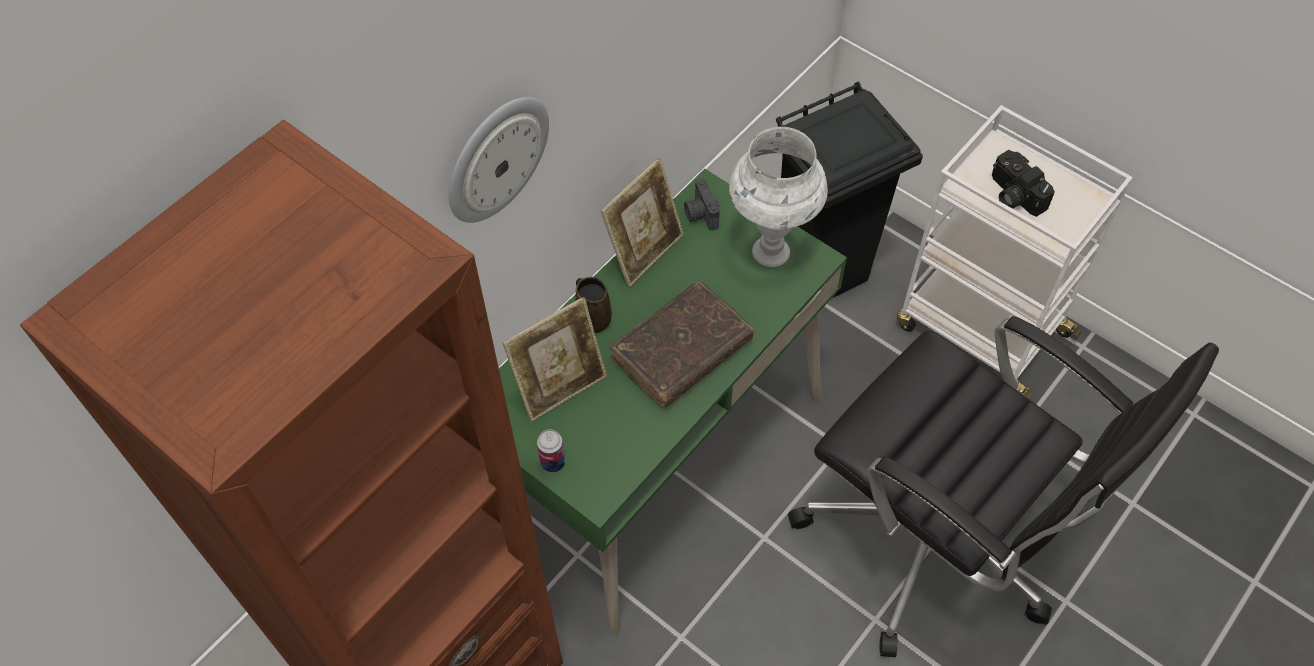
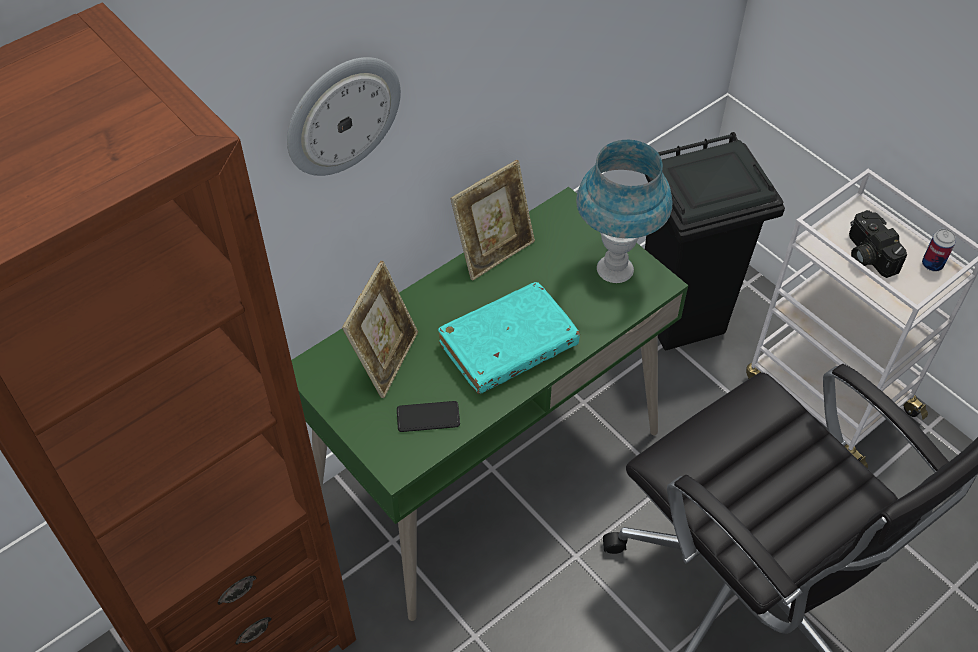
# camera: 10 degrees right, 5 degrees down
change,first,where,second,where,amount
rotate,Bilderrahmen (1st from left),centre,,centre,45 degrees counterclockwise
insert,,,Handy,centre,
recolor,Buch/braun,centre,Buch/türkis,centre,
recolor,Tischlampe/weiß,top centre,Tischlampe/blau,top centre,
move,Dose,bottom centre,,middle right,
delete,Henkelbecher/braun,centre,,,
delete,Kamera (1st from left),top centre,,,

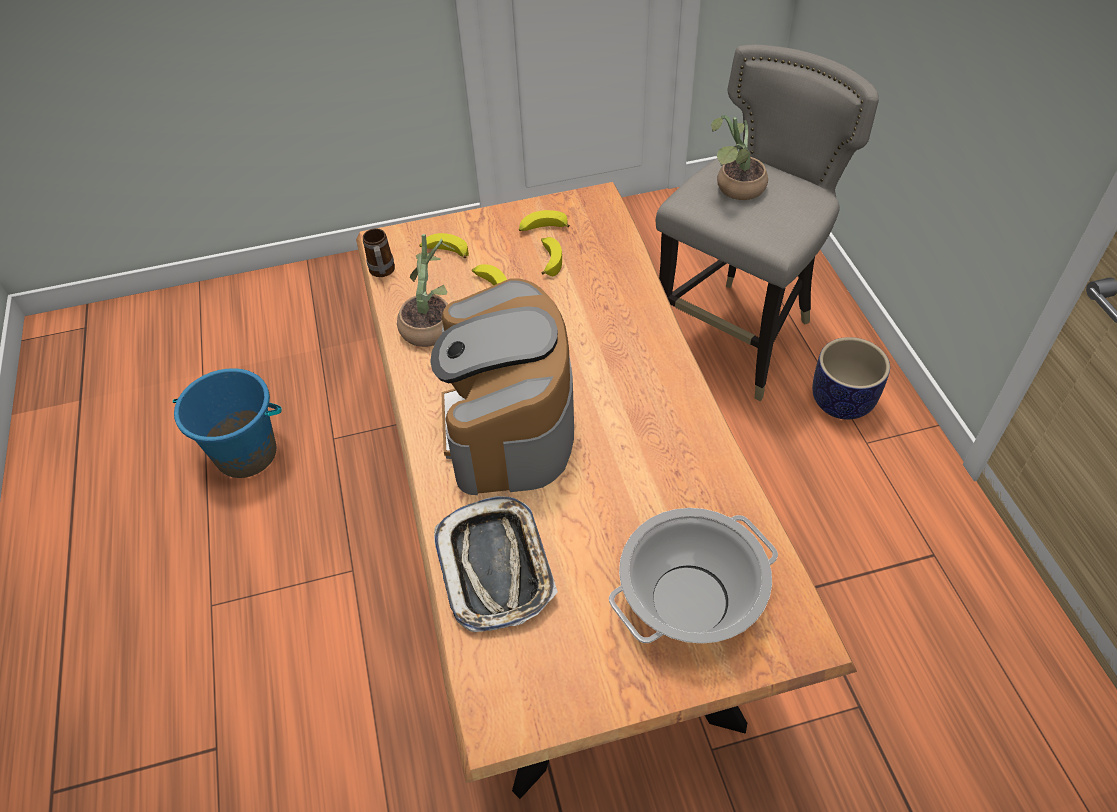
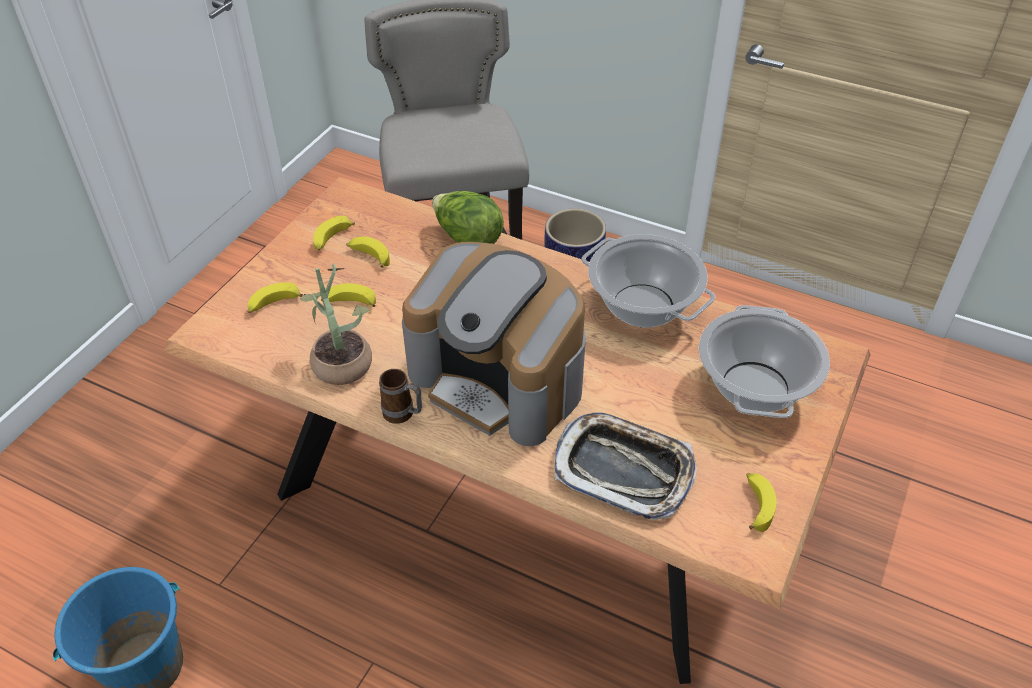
# camera: 50 degrees left, 5 degrees down
change,first,where,second,where,amount
move,Henkelbecher,top centre,,centre,
insert,,,Salatkopf,top centre,
insert,,,Kochtopf (1st from left),centre,
insert,,,Banane (5th from left),bottom right,
delete,Topfpflanze (2nd from left),top centre,,,

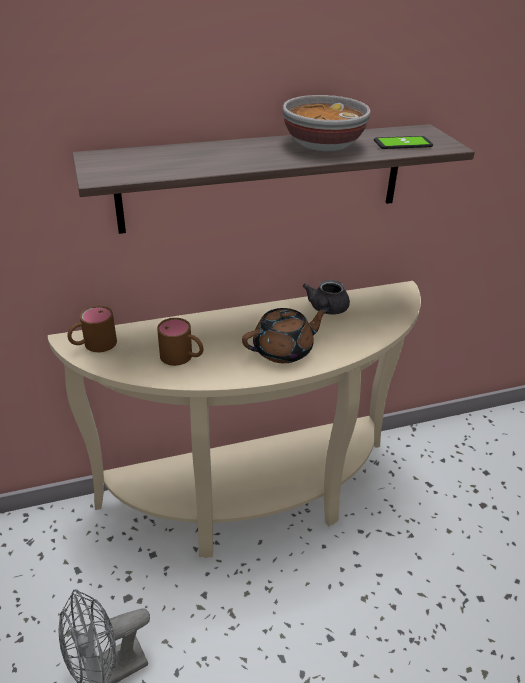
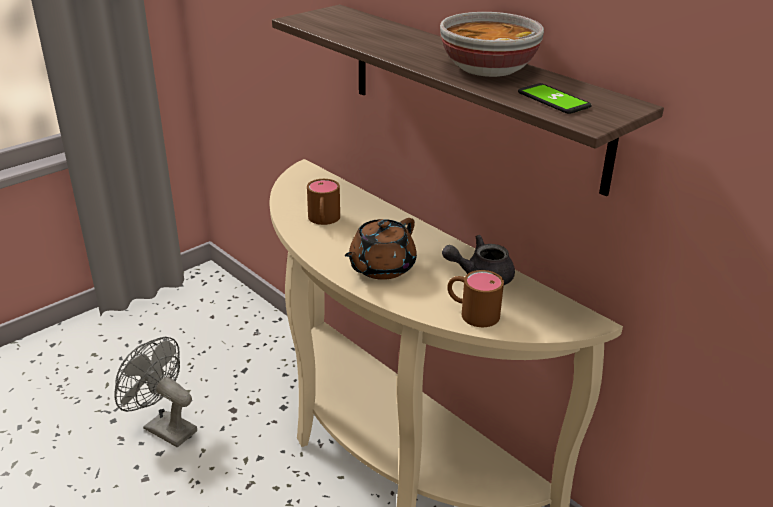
# camera: 65 degrees right, 5 degrees down
change,first,where,second,where,amount
rotate,Teekanne/braun,centre,,centre,90 degrees clockwise
move,Henkelbecher/braun (1st from left in the first image),middle left,Henkelbecher/braun (2nd from left),centre,

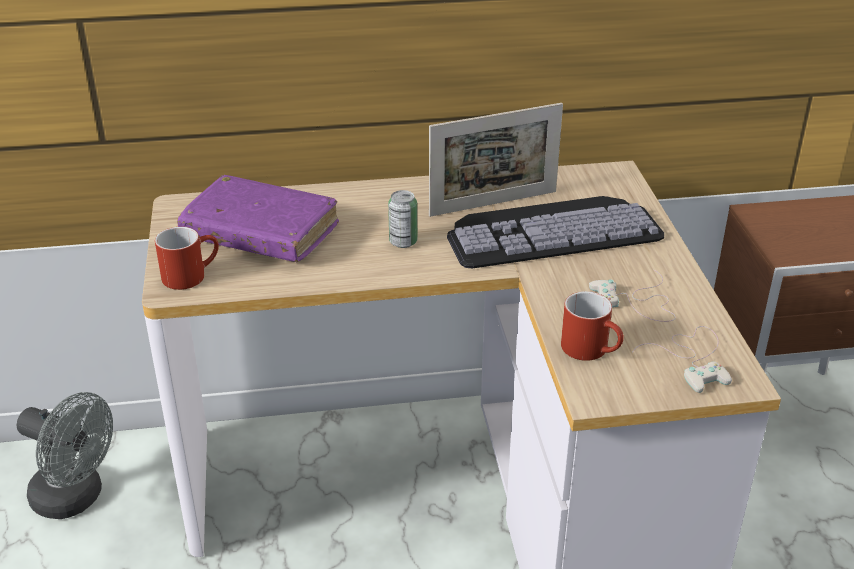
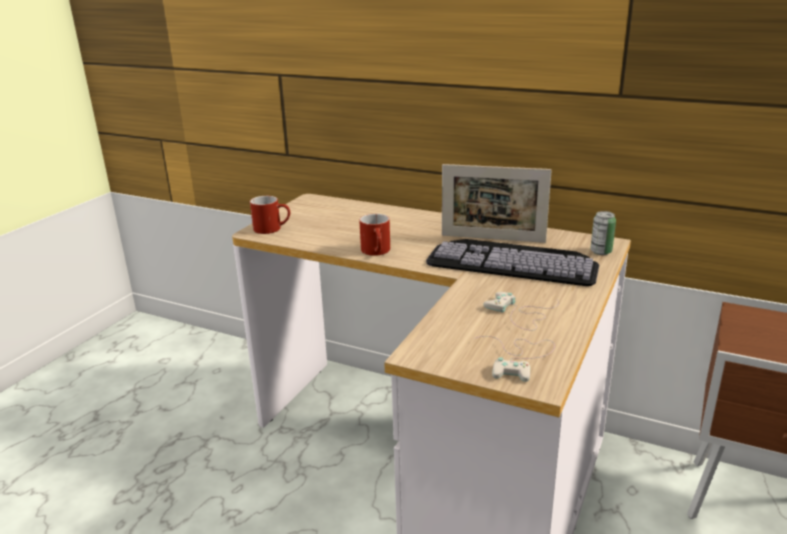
# camera: 35 degrees right, 10 degrees down
change,first,where,second,where,amount
move,Henkelbecher/rot (2nd from left),middle right,,centre,
move,Dose,centre,,middle right,
delete,Ventilator/grau,bottom left,,,
delete,Buch/lila,middle left,,,

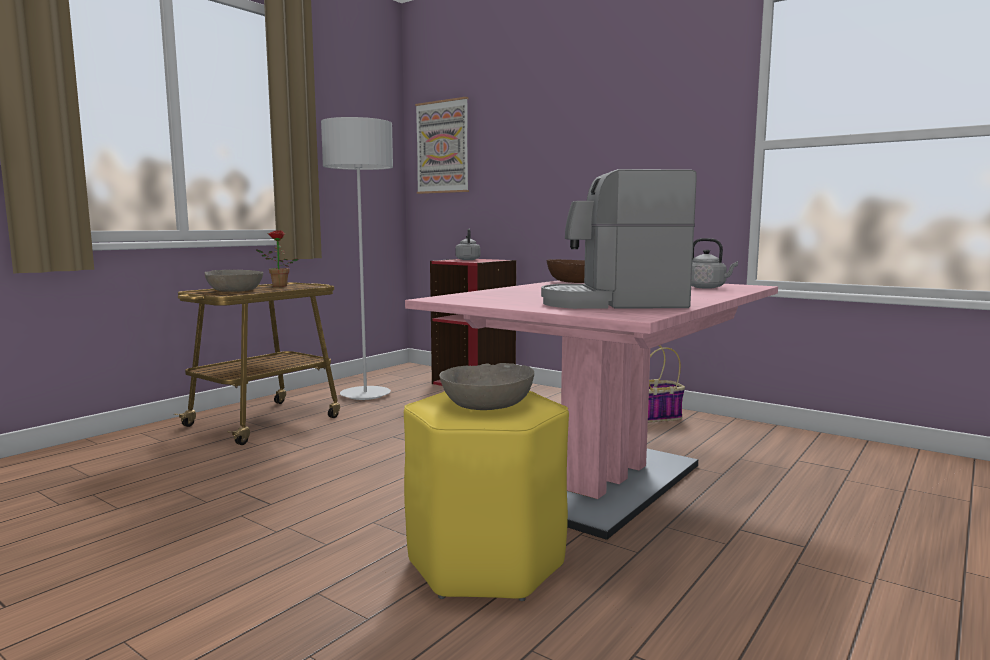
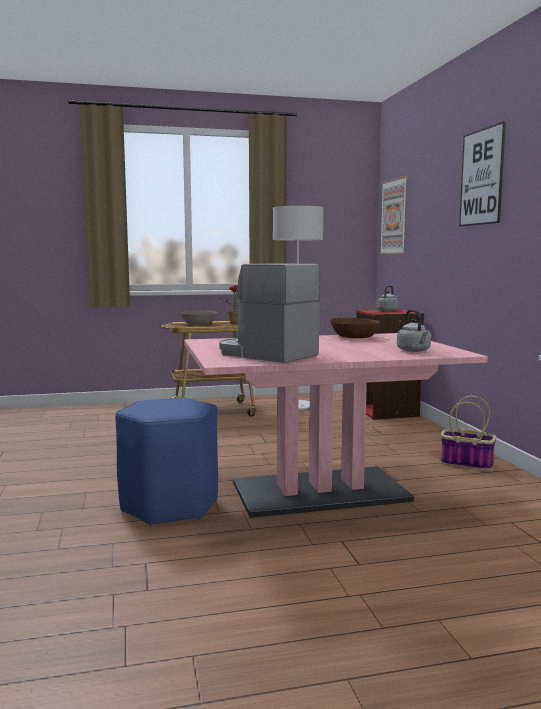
# camera: 40 degrees right, 0 degrees up
change,first,where,second,where,amount
recolor,Hocker/gelb,bottom centre,Hocker/blau,middle left,
insert,,,Bild (2nd from left),top right,
delete,Schüssel/grau (2nd from left),centre,,,

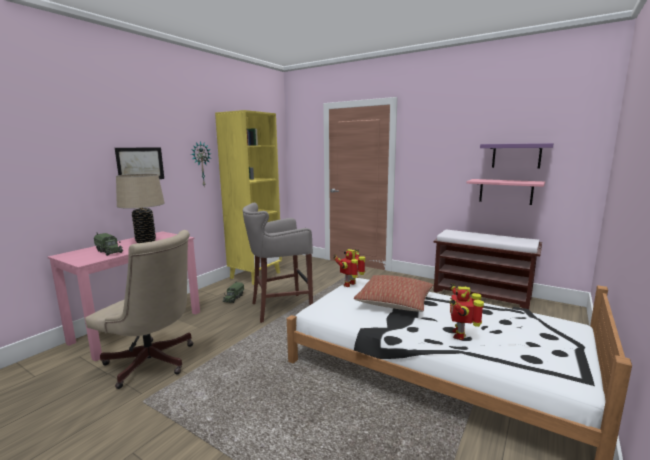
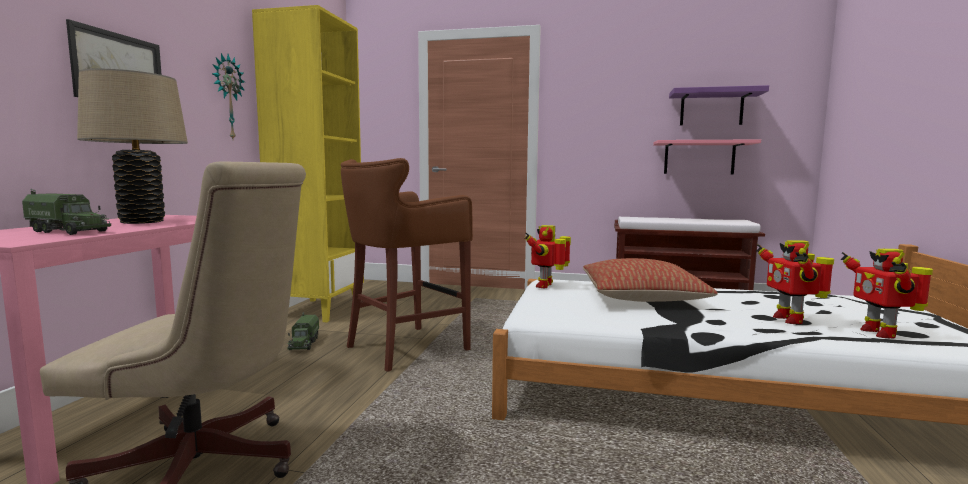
# camera: 20 degrees left, 5 degrees down
change,first,where,second,where,amount
recolor,Hocker/grau,centre,Hocker/braun,centre,
insert,,,Spielzeugroboter (3rd from left),middle right,

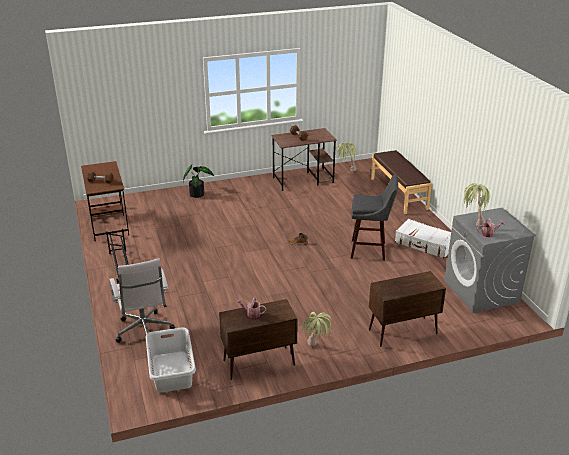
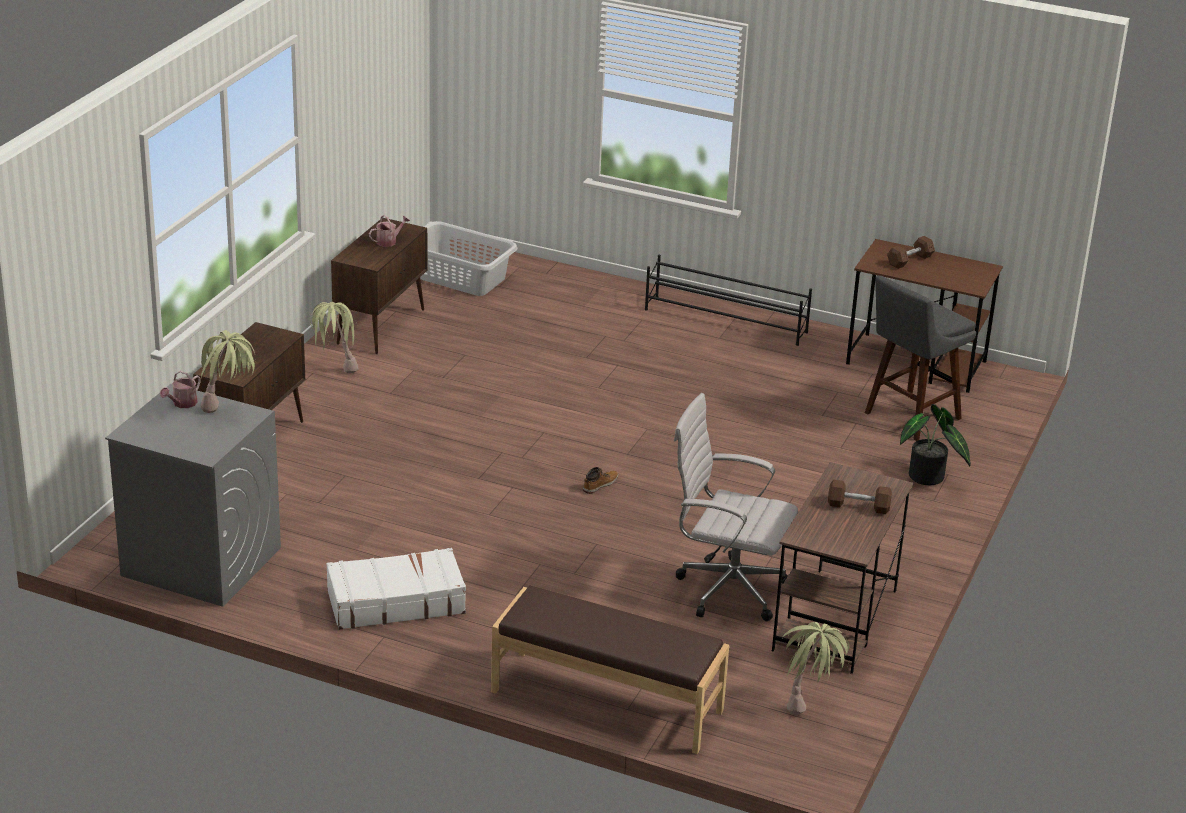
# camera: 130 degrees right, 0 degrees up
change,first,where,second,where,amount
move,Bürostuhl/weiß,middle left,,centre,
move,Hocker/grau,centre,,middle right,

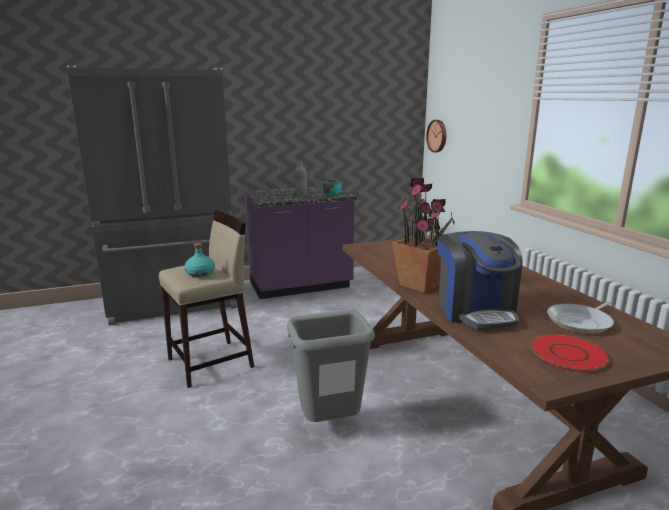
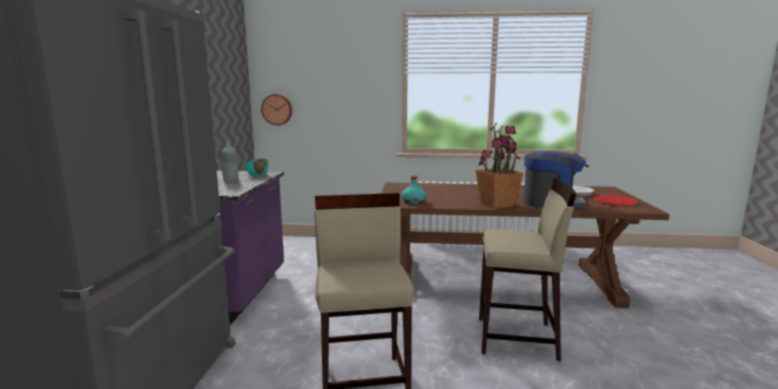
# camera: 65 degrees left, 5 degrees down
change,first,where,second,where,amount
move,Flasche/türkis,middle left,,centre,
replace,Mülleimer/grau,bottom centre,Hocker/beige (2nd from left),bottom right,

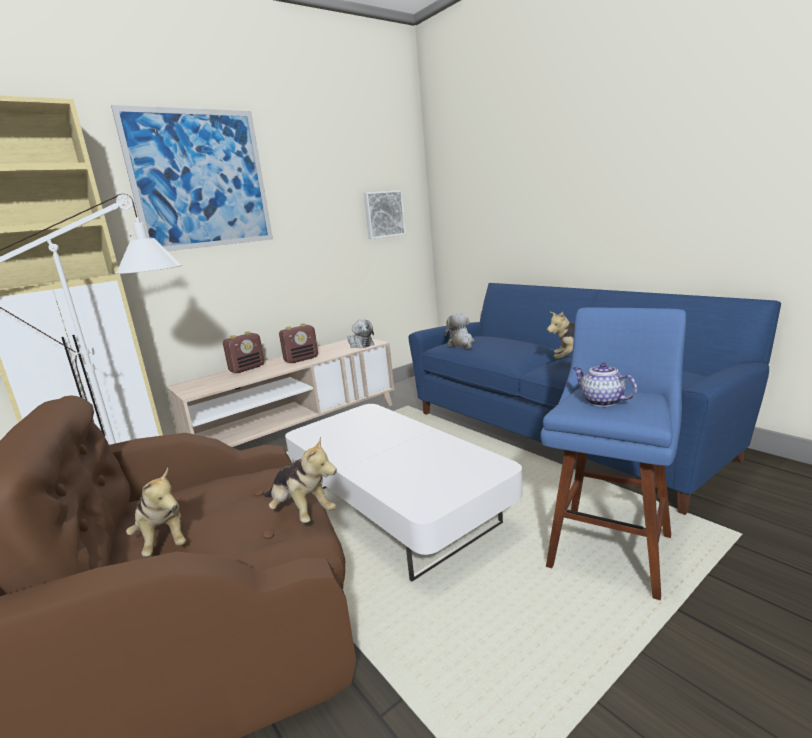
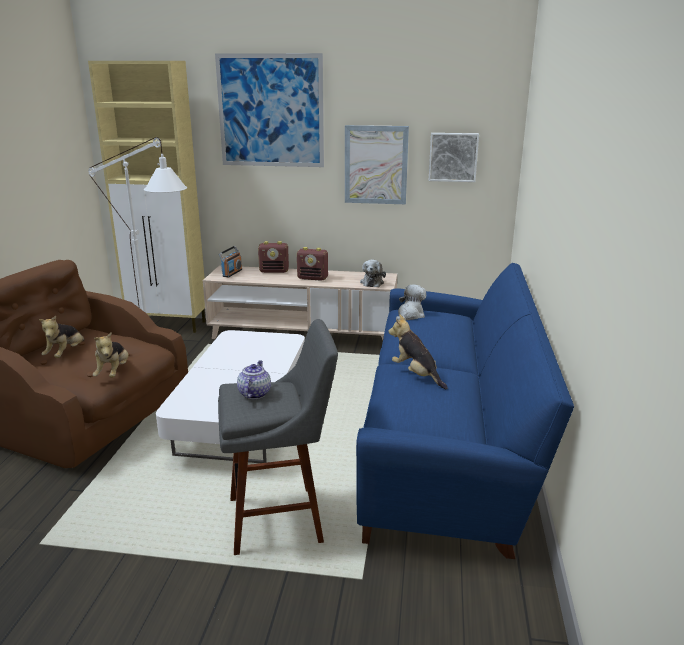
# camera: 45 degrees right, 5 degrees up
change,first,where,second,where,amount
recolor,Hocker/blau,middle right,Hocker/grau,bottom centre,
insert,,,Radio (1st from left),centre,
insert,,,Bild (2nd from left),top centre,

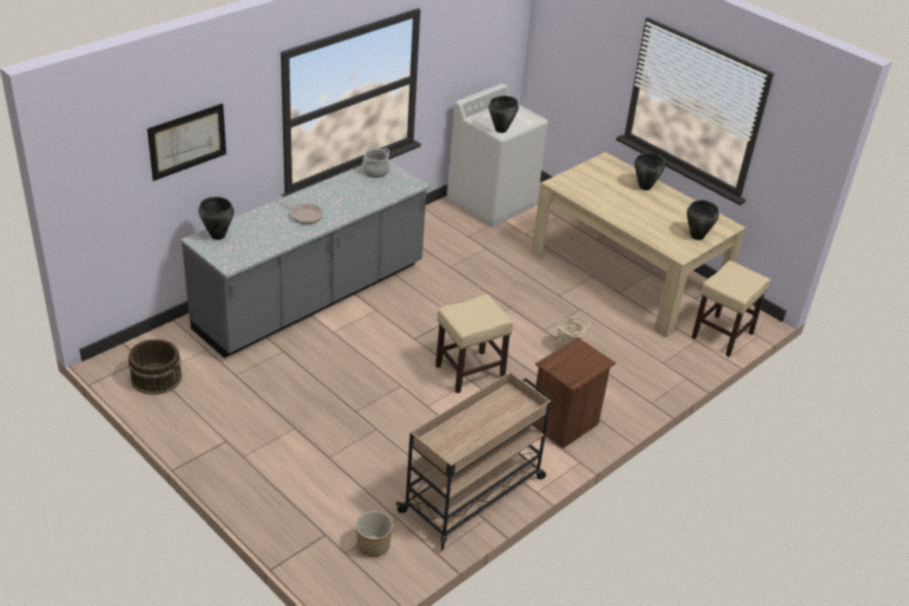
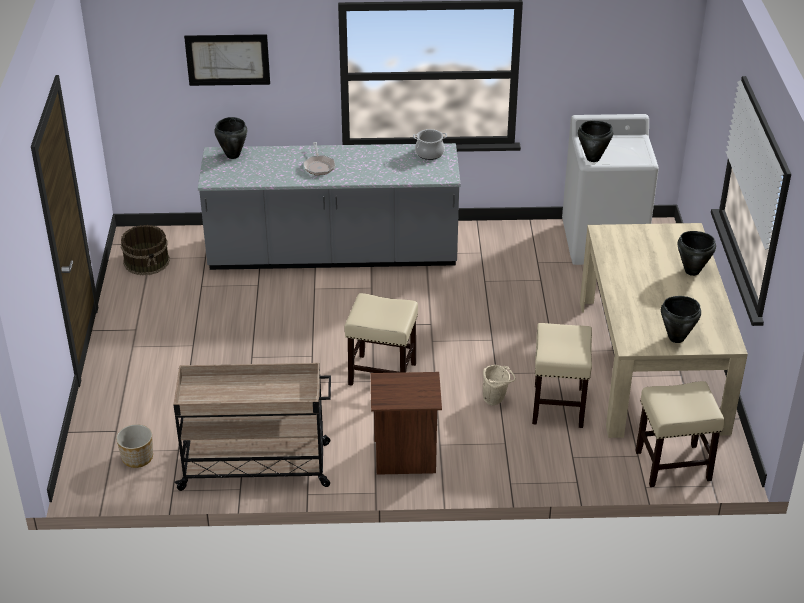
# camera: 45 degrees right, 0 degrees up
change,first,where,second,where,amount
insert,,,Hocker/beige (2nd from left),middle right,

